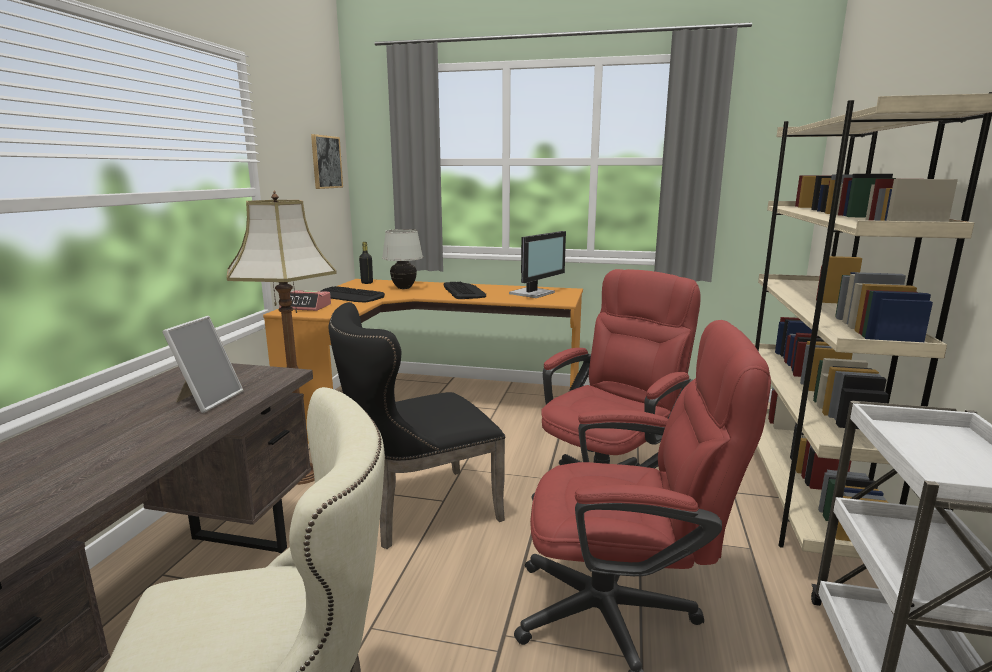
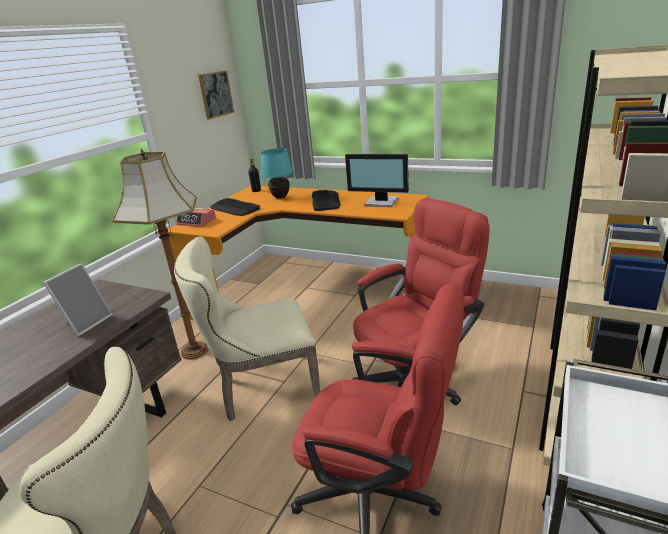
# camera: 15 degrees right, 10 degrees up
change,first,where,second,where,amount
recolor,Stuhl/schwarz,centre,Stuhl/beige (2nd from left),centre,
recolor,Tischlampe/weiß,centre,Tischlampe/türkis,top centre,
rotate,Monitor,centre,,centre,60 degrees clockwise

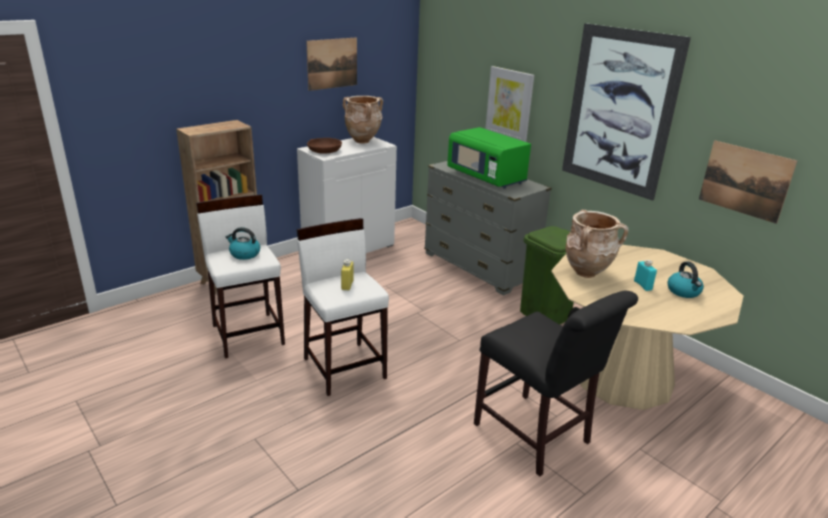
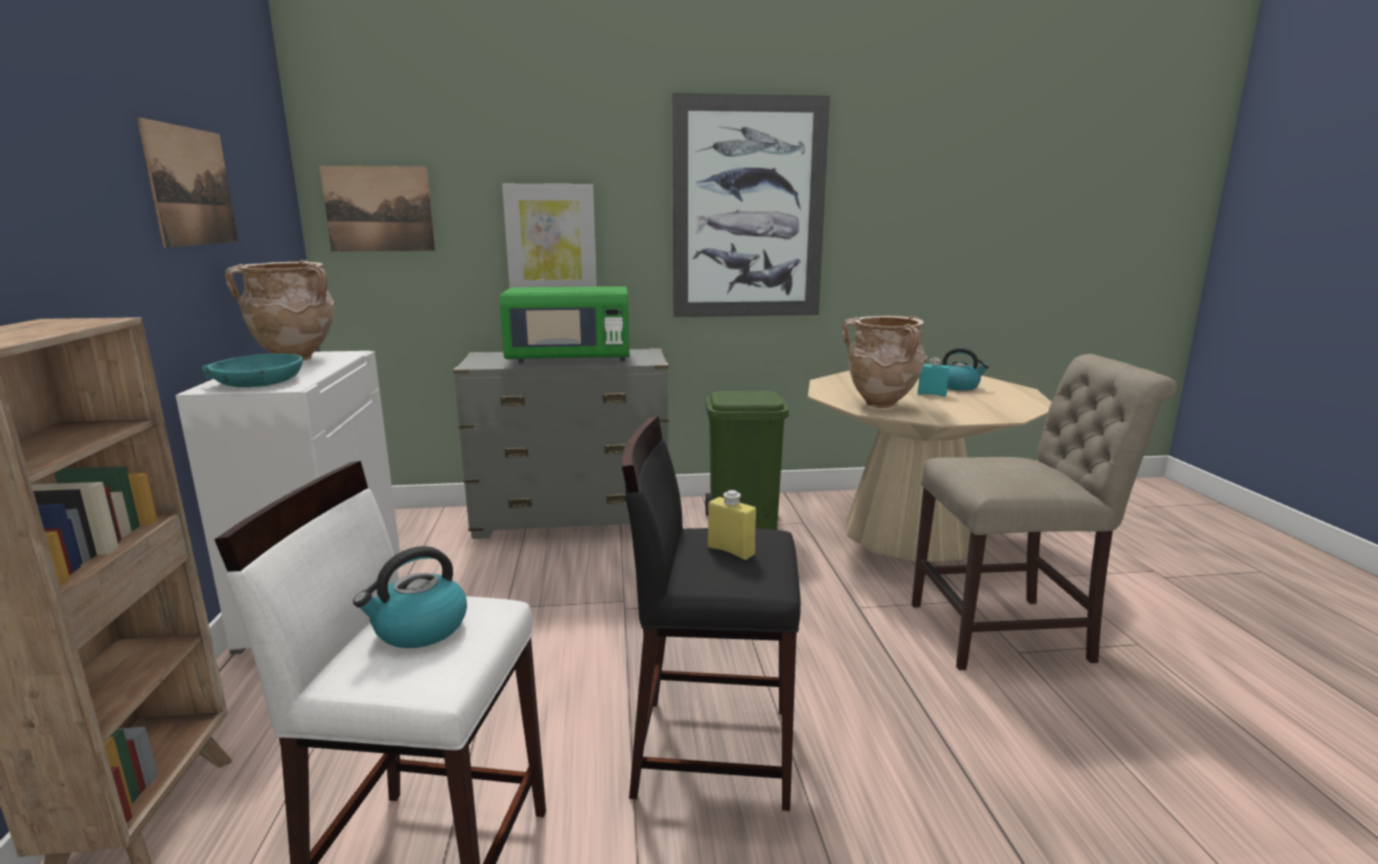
# camera: 55 degrees left, 10 degrees down
change,first,where,second,where,amount
recolor,Schüssel/braun,top centre,Schüssel/türkis,middle left,
move,Bild (4th from left in the first image),middle right,Bild (2nd from left),top left,
recolor,Hocker/weiß (2nd from left),centre,Hocker/schwarz,bottom centre,
recolor,Stuhl/schwarz,bottom right,Stuhl/beige,middle right,

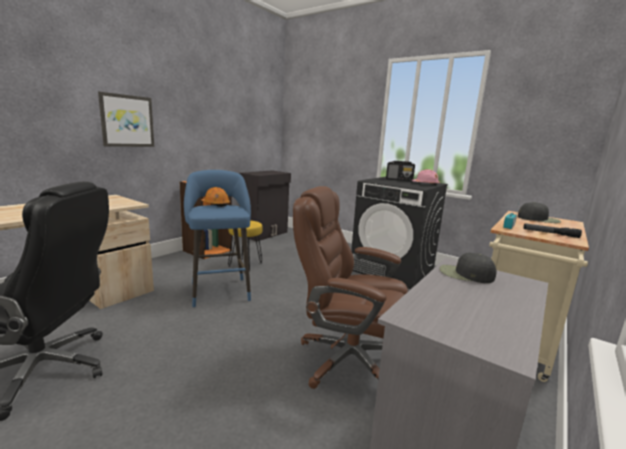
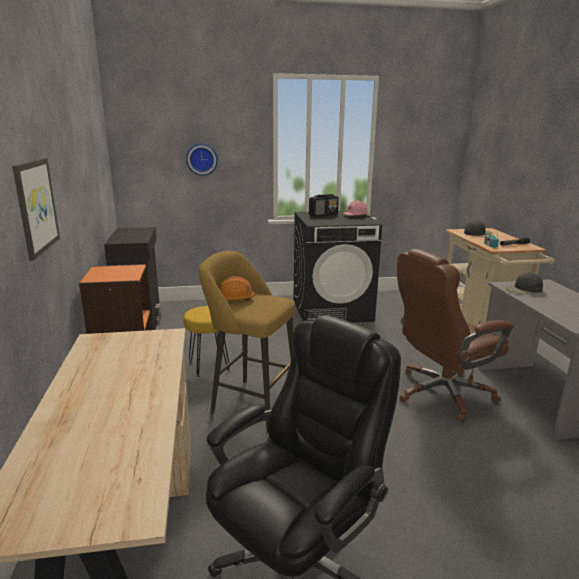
# camera: 45 degrees left, 5 degrees up
change,first,where,second,where,amount
insert,,,Wanduhr,top centre,
recolor,Hocker/blau,centre,Hocker/gelb (2nd from left),centre,

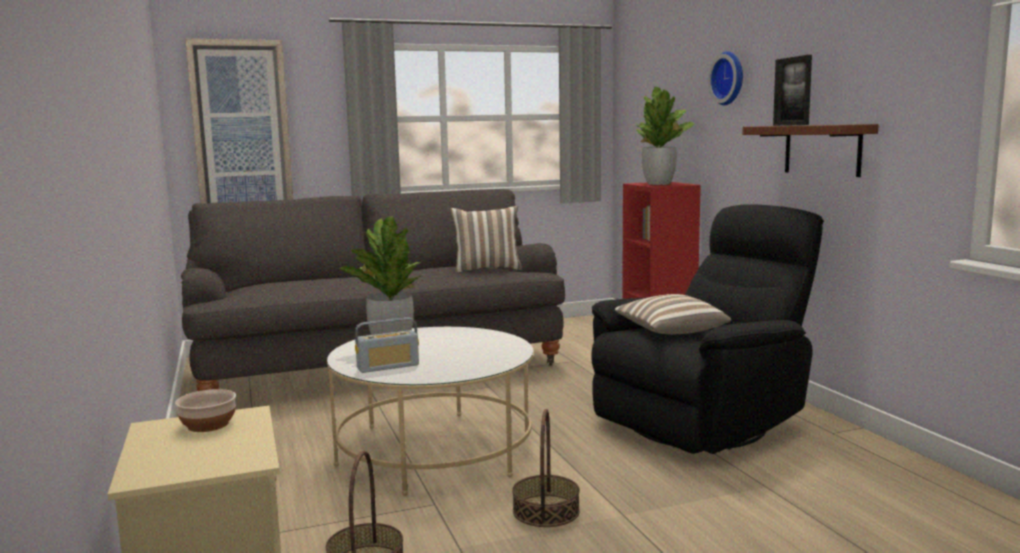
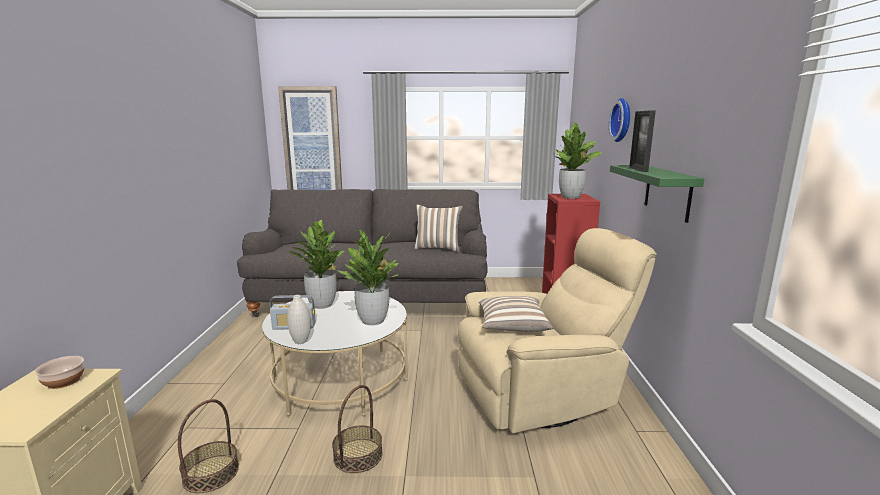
# camera: 20 degrees right, 5 degrees up
change,first,where,second,where,amount
insert,,,Vase/weiß,centre,
insert,,,Topfpflanze (2nd from left),centre,
recolor,Sessel/schwarz,middle right,Sessel/beige,bottom centre,
recolor,Wandregal/braun,top right,Wandregal/grün,middle right,

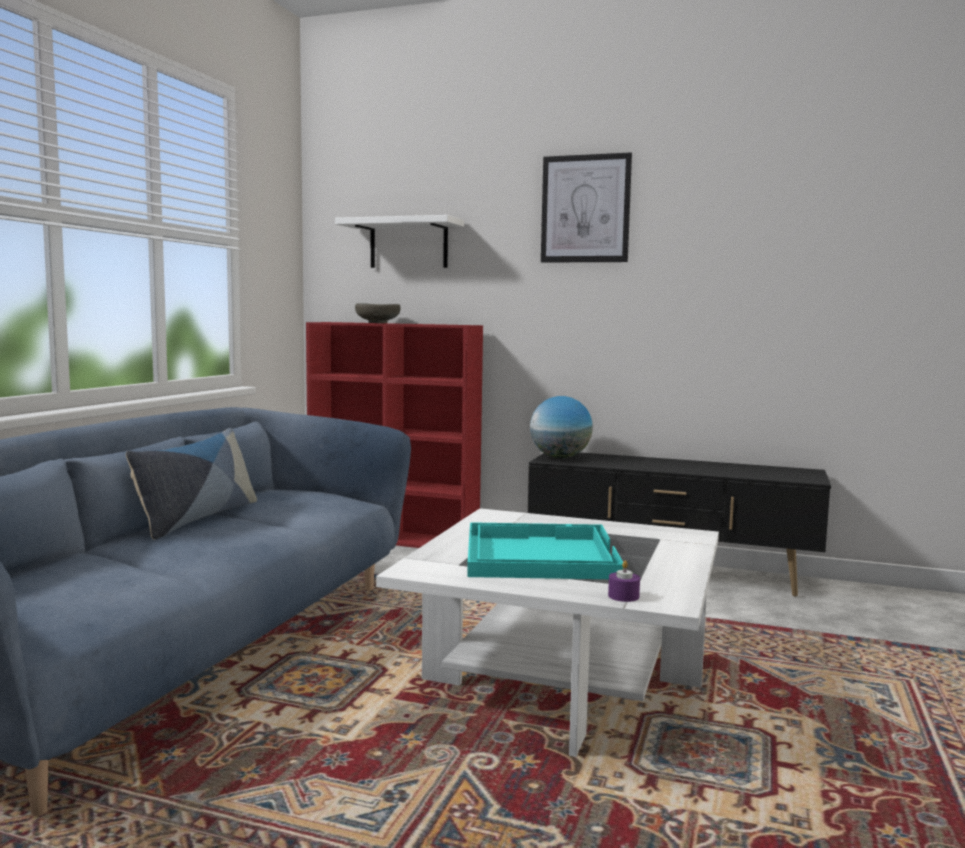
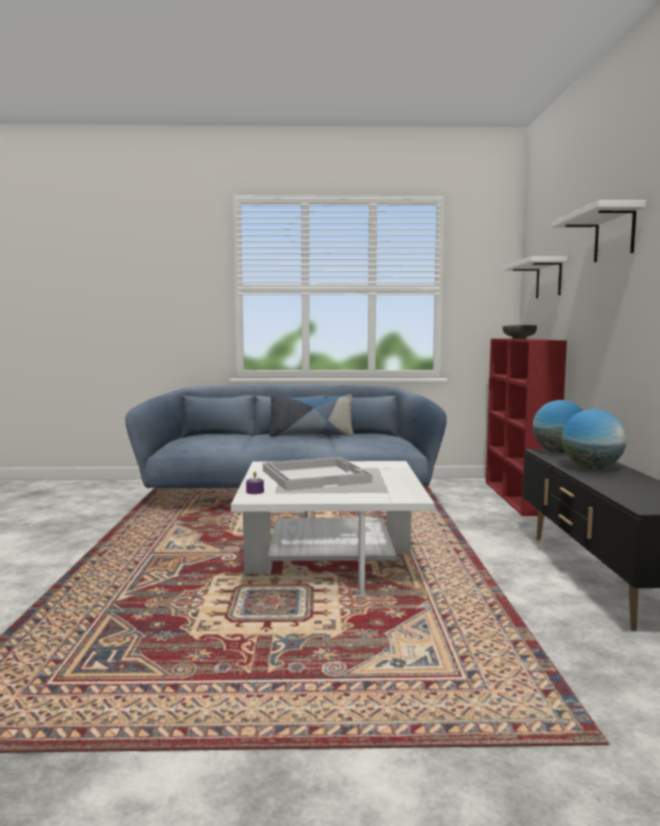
# camera: 70 degrees right, 0 degrees up
change,first,where,second,where,amount
recolor,Tablett/türkis,centre,Tablett/weiß,centre,
replace,Bild,top centre,Wandregal/weiß (2nd from left),top right,
insert,,,Globus (2nd from left),middle right,

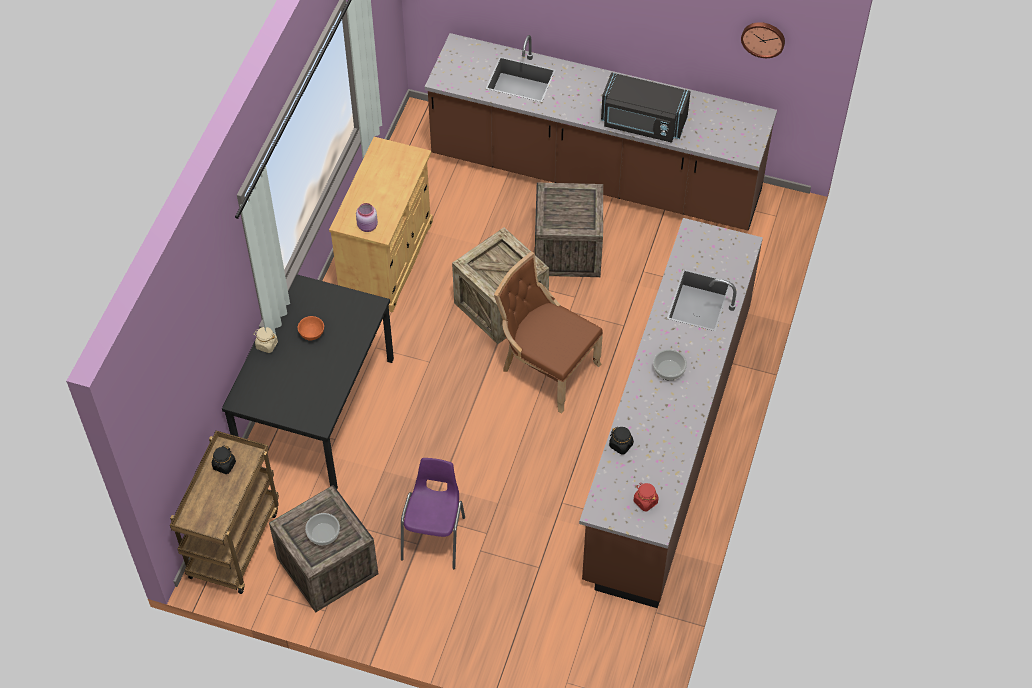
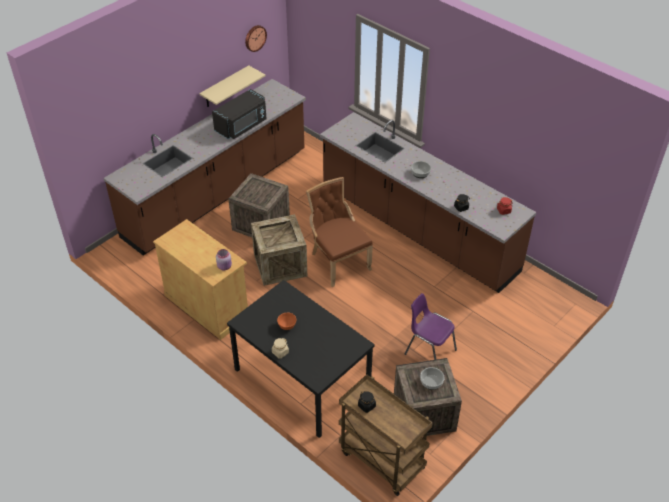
# camera: 65 degrees left, 10 degrees down
change,first,where,second,where,amount
insert,,,Wandregal/beige,top centre,
rotate,Stuhl/braun,centre,,centre,90 degrees clockwise

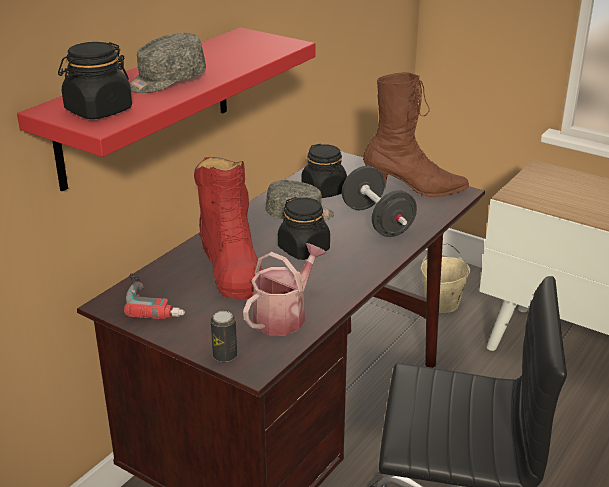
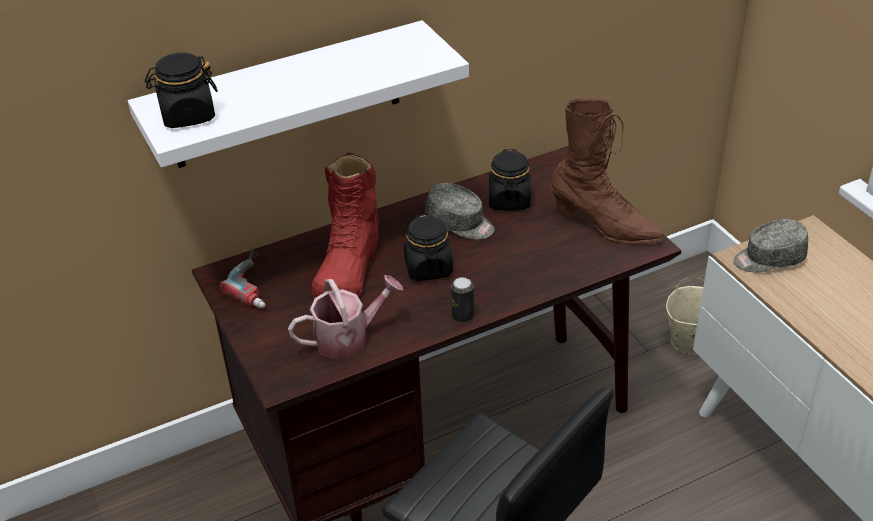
# camera: 30 degrees right, 10 degrees up
change,first,where,second,where,amount
recolor,Wandregal/rot,top left,Wandregal/weiß,top centre,
move,Dose,bottom centre,,centre,
move,Kappe/grau (1st from left in the first image),top left,Kappe/grau (2nd from left),middle right,
delete,Hantel/schwarz,centre,,,

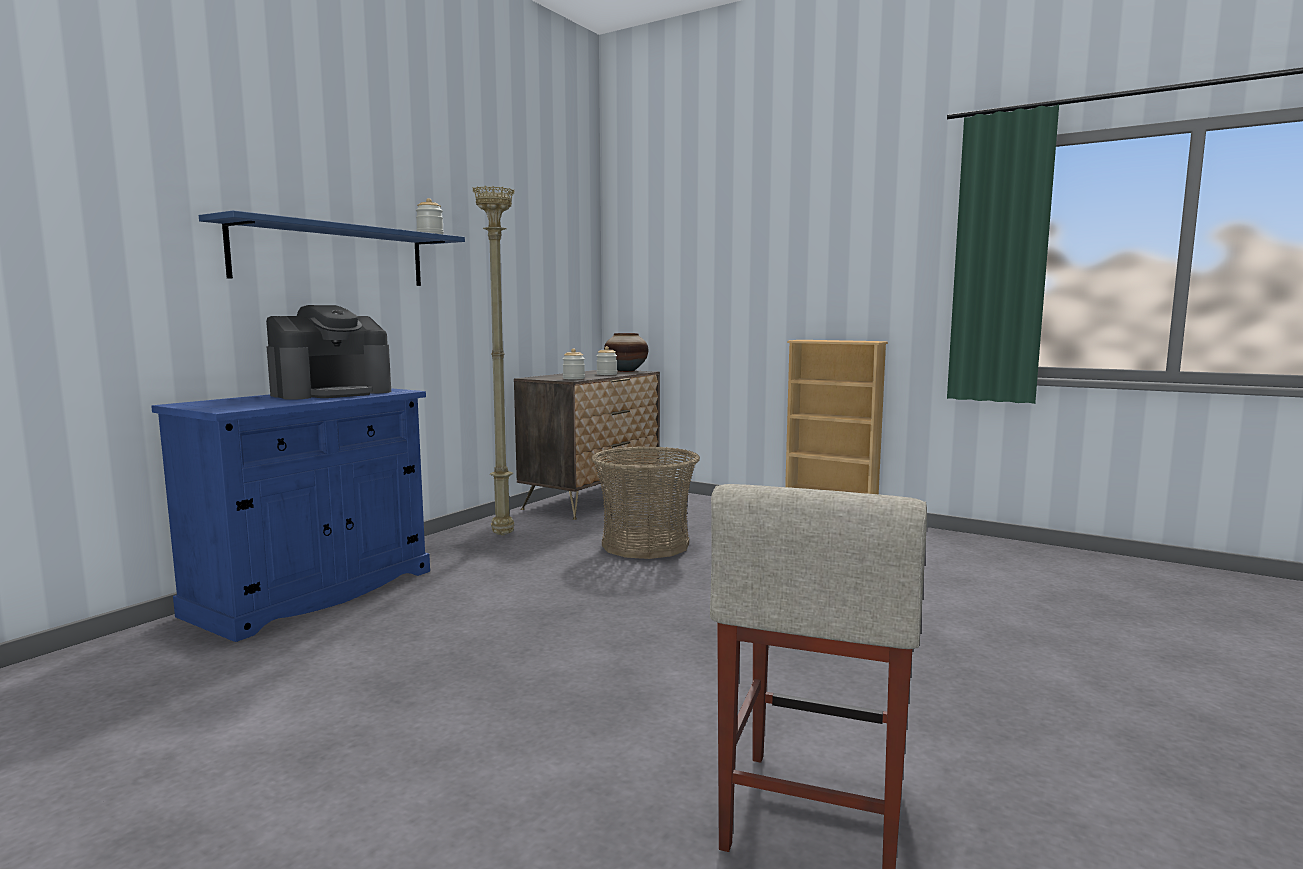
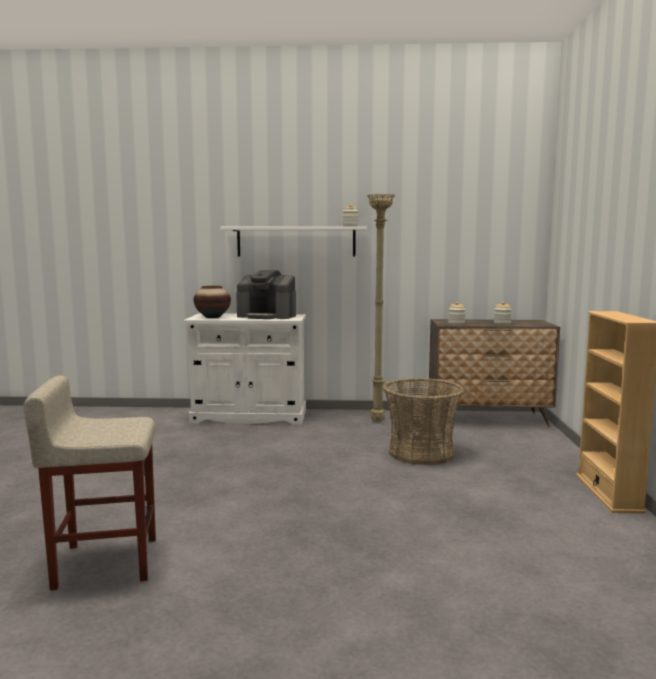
# camera: 60 degrees right, 0 degrees up
change,first,where,second,where,amount
recolor,Schrank/blau,middle left,Schrank/weiß,centre,
move,Vase,centre,,middle left,
recolor,Wandregal/blau,top left,Wandregal/weiß,centre,

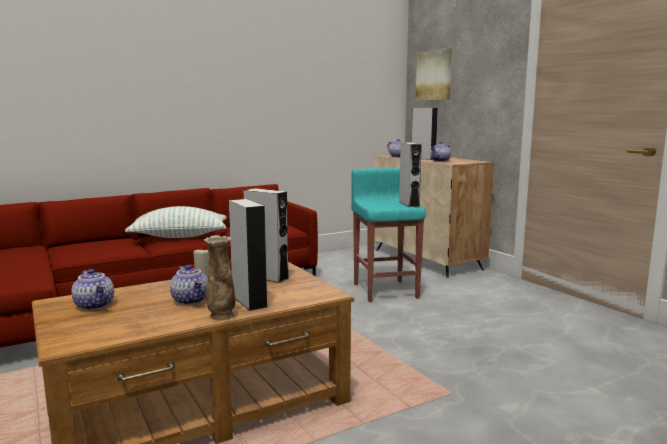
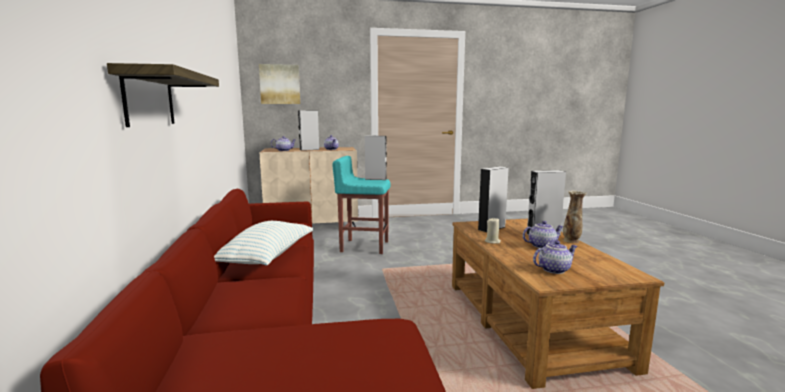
# camera: 70 degrees left, 0 degrees up
change,first,where,second,where,amount
insert,,,Wandregal,top left,

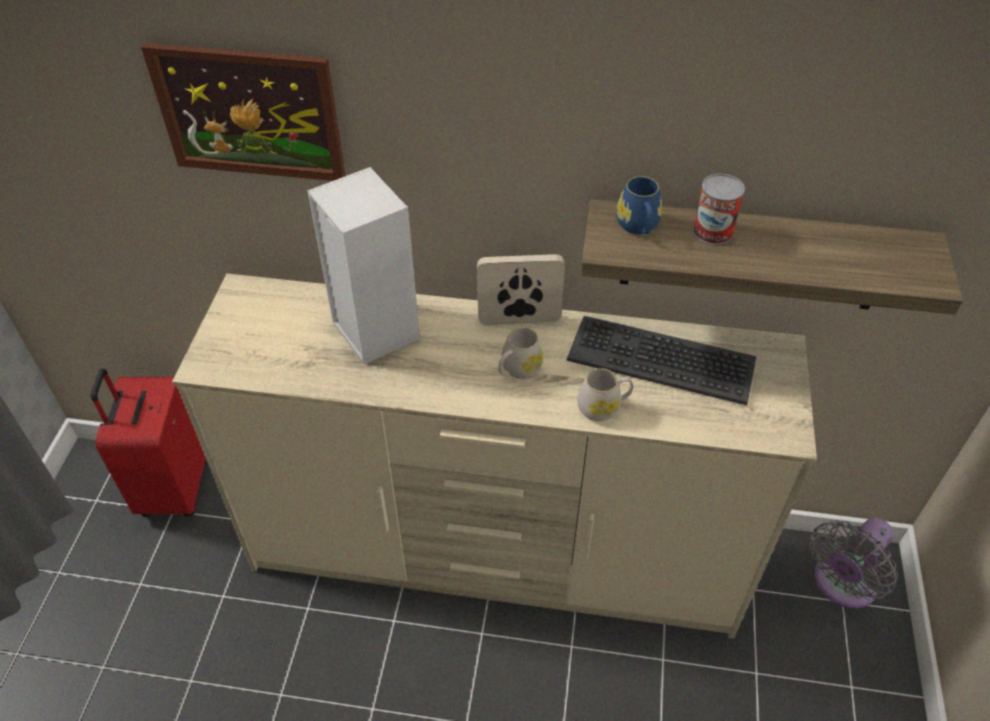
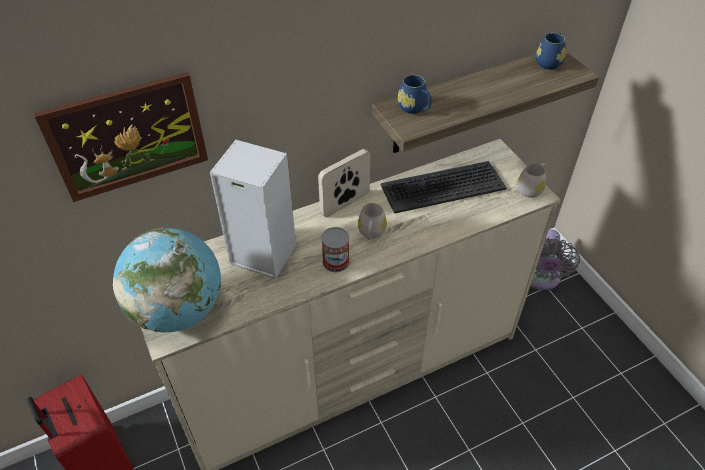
# camera: 35 degrees left, 0 degrees up
change,first,where,second,where,amount
insert,,,Globus,middle left,
move,Dose,top right,,centre,
move,Henkelbecher/weiß (2nd from left),centre,,middle right,
insert,,,Henkelbecher/blau (2nd from left),top right,

